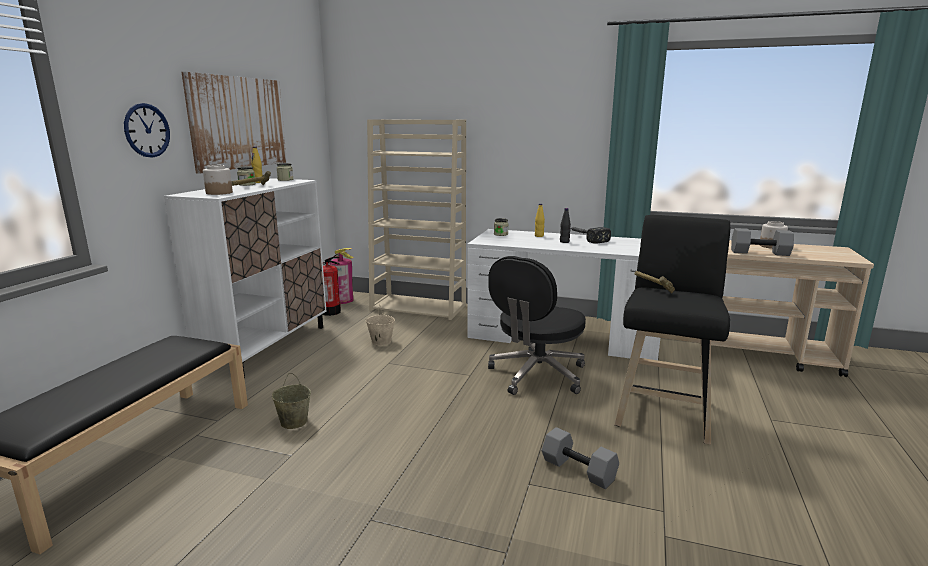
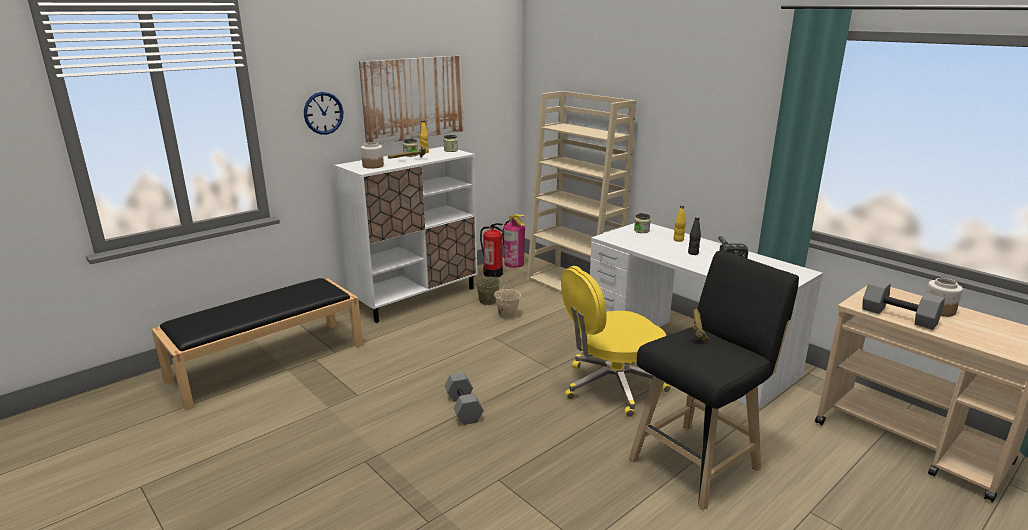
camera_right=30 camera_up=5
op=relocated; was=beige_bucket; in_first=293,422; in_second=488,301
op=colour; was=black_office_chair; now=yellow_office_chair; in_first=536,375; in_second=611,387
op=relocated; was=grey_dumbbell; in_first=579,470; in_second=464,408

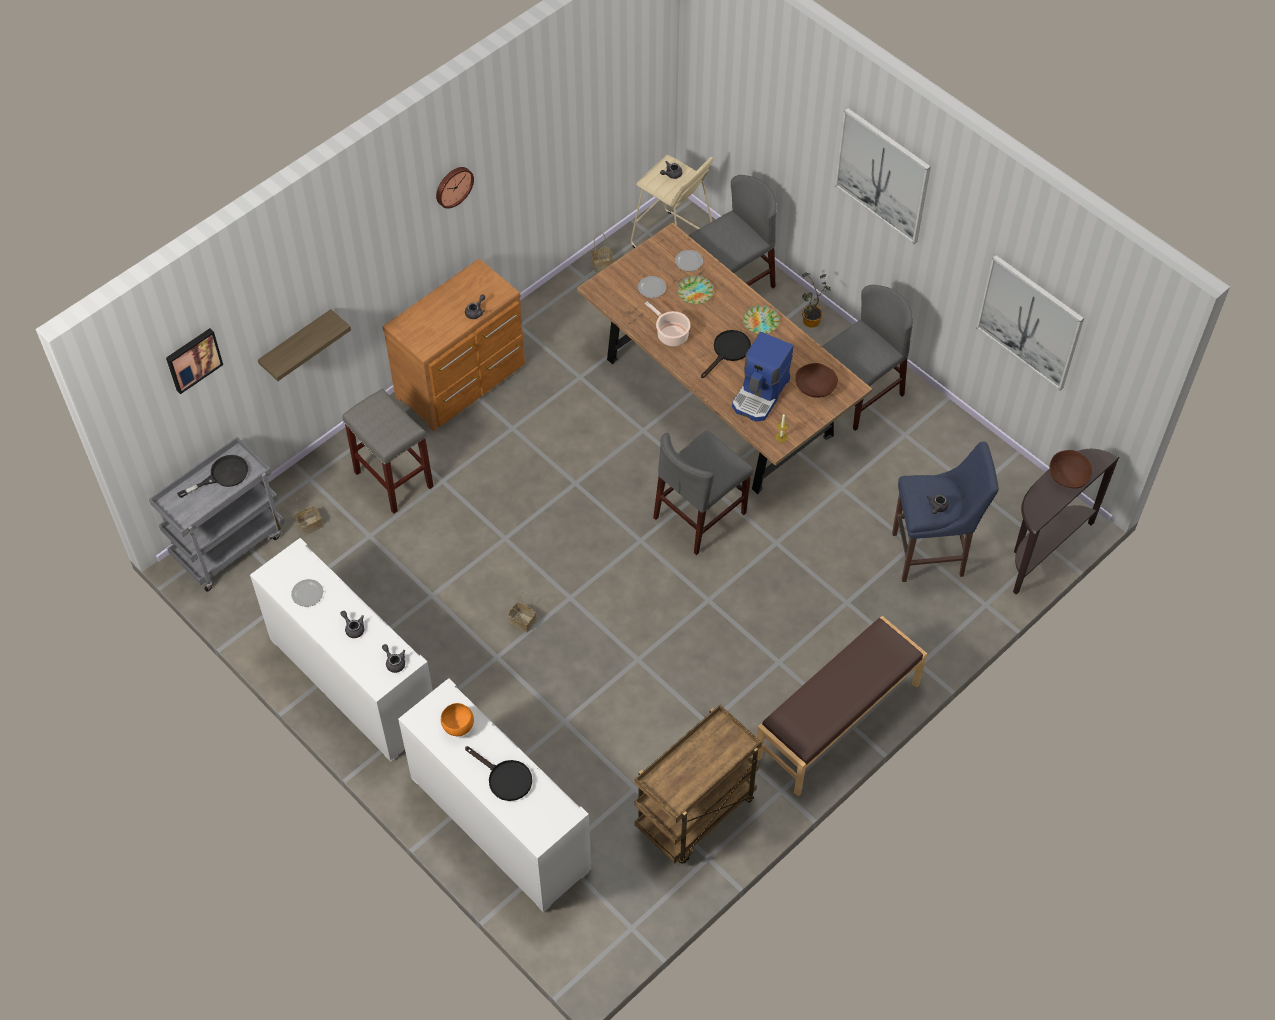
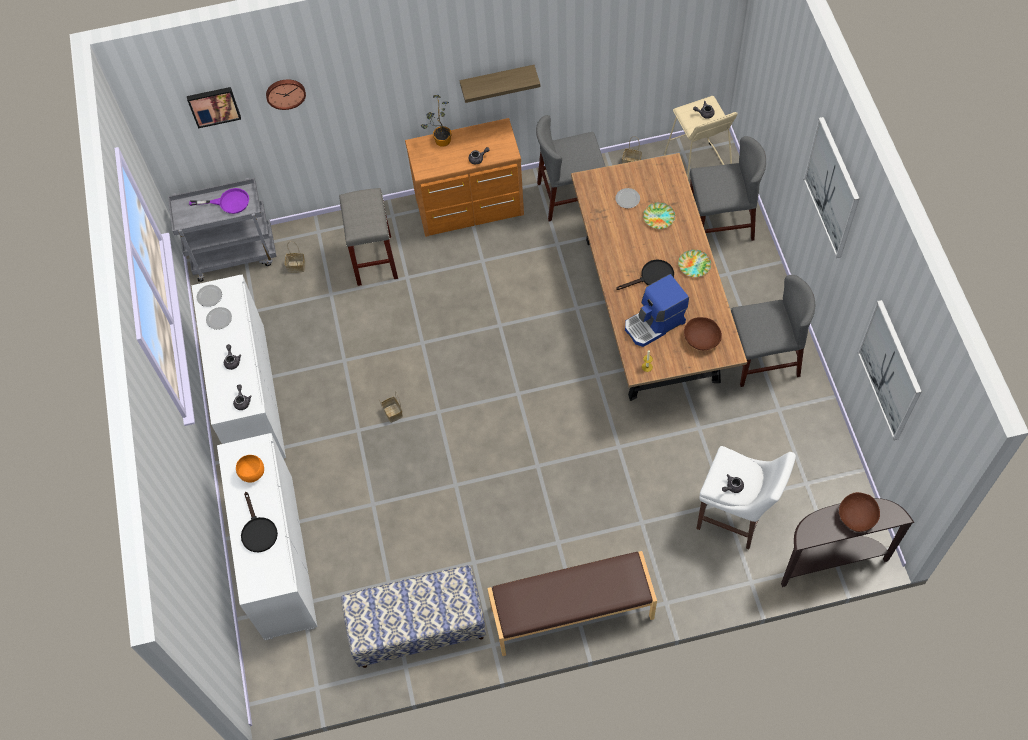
camera_right=35 camera_up=5
op=colour; was=black_frying_pan; now=purple_frying_pan; in_first=222,475; in_second=228,202
op=relocated; was=shelf; in_first=297,344; in_second=497,81
op=relocated; was=wall_clock; in_first=453,186; in_second=285,93
op=exchanged; was=brown_cart; now=bench; in_first=695,815; in_second=418,628
op=missing; was=cooking_pot; in_first=671,334
op=relocated; was=grey_chair; in_first=700,515; in_second=570,196
op=relocated; was=plate; in_first=688,262; in_second=209,296
op=relocated; was=potted_plant; in_first=810,322; in_second=440,141
op=colour; was=blue_stool; now=white_stool; in_first=932,554; in_second=735,518

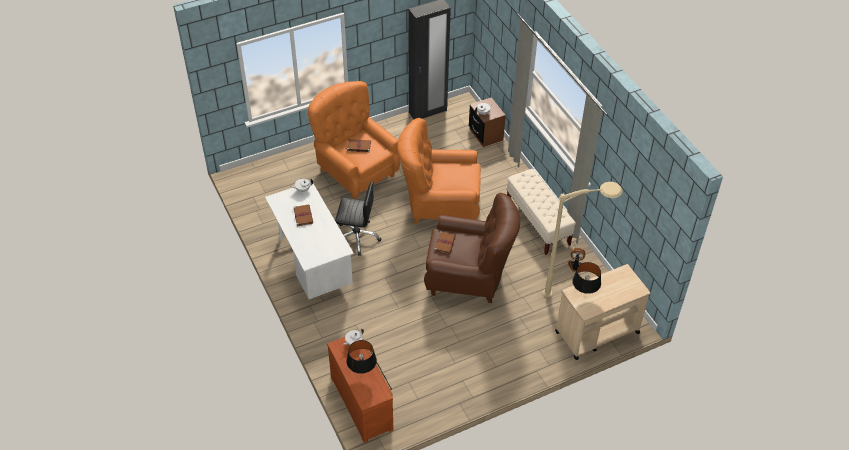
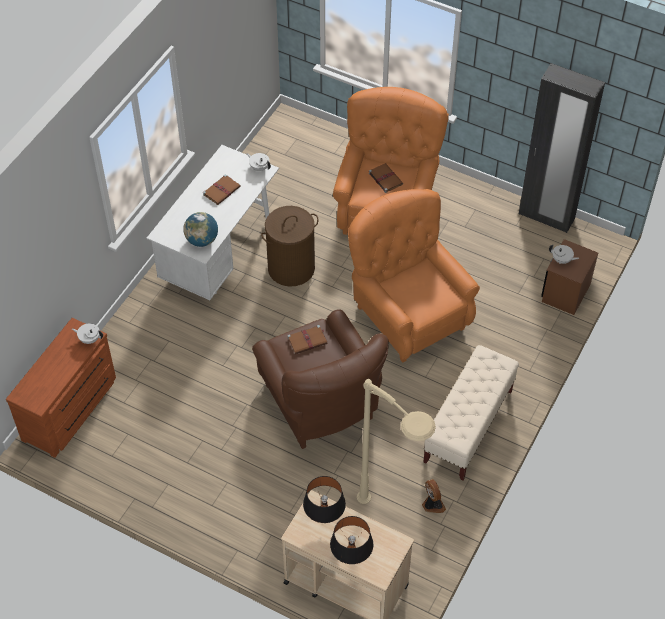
camera_right=55 camera_up=5
op=exchanged; was=black_office_chair; now=brown_laundry_basket; in_first=357,237; in_second=291,268
op=relocated; was=black_table_lamp; in_first=362,372; in_second=351,557
op=appeared; now=globe; in_second=202,240

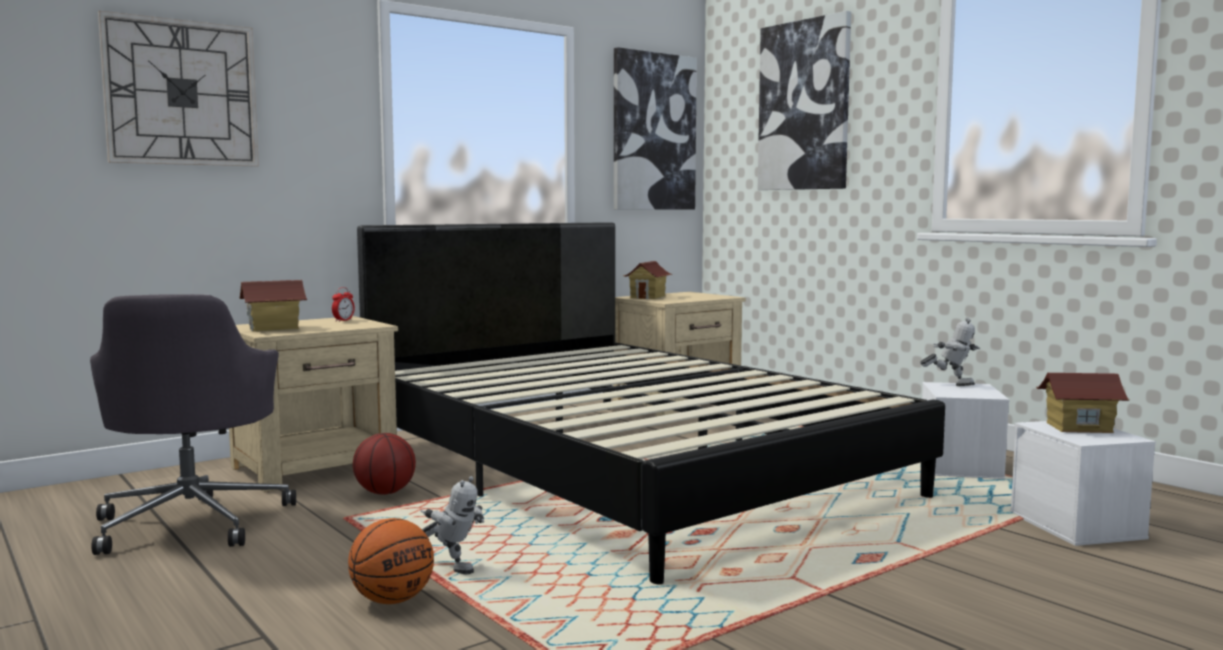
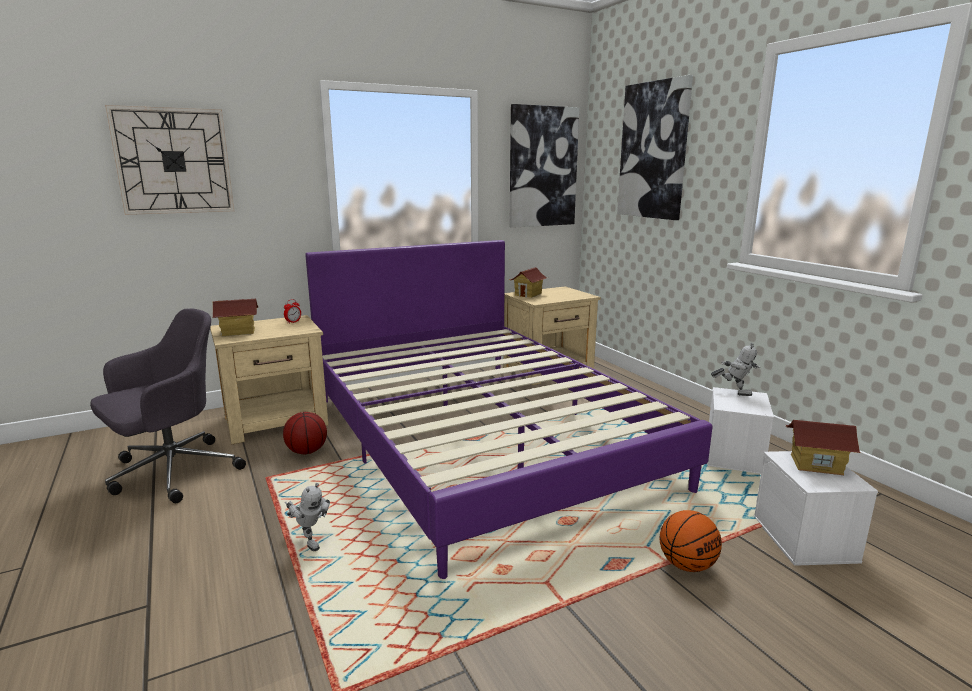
camera_right=10 camera_up=10
op=spun; was=grey_office_chair; in_first=193,522; in_second=171,472; clockwise=-135
op=relocated; was=basketball; in_first=392,600; in_second=686,565
op=colour; was=black_bed; now=purple_bed; in_first=624,469; in_second=480,438

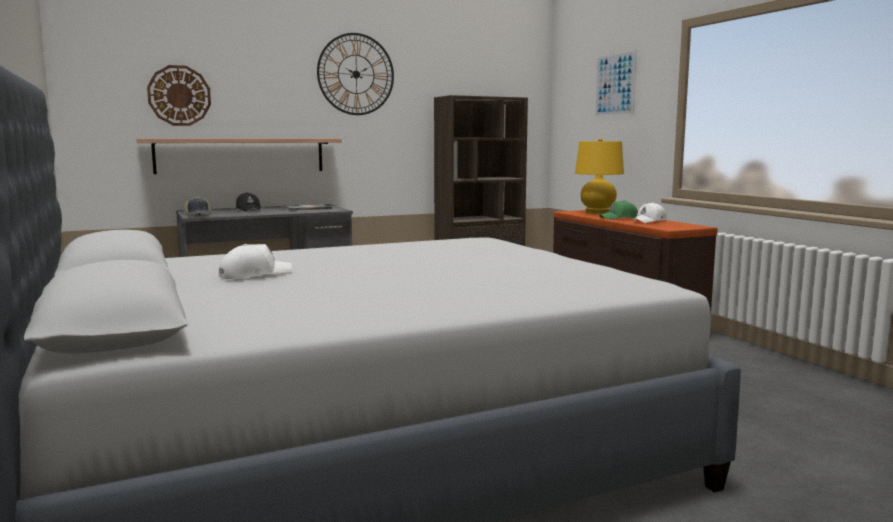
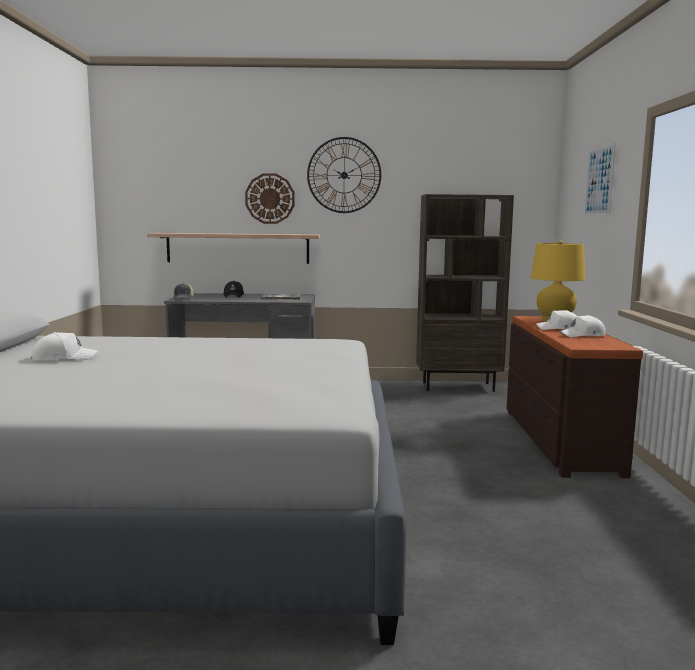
camera_right=25 camera_up=0
op=relocated; was=wall_clock; in_first=179,95; in_second=270,198
op=colour; was=green_cap; now=white_cap; in_first=620,218; in_second=560,329

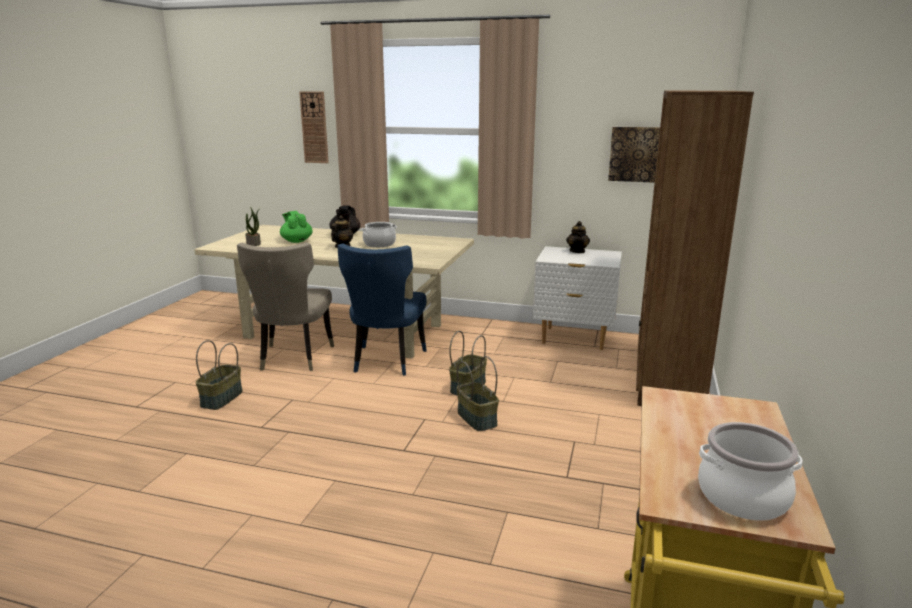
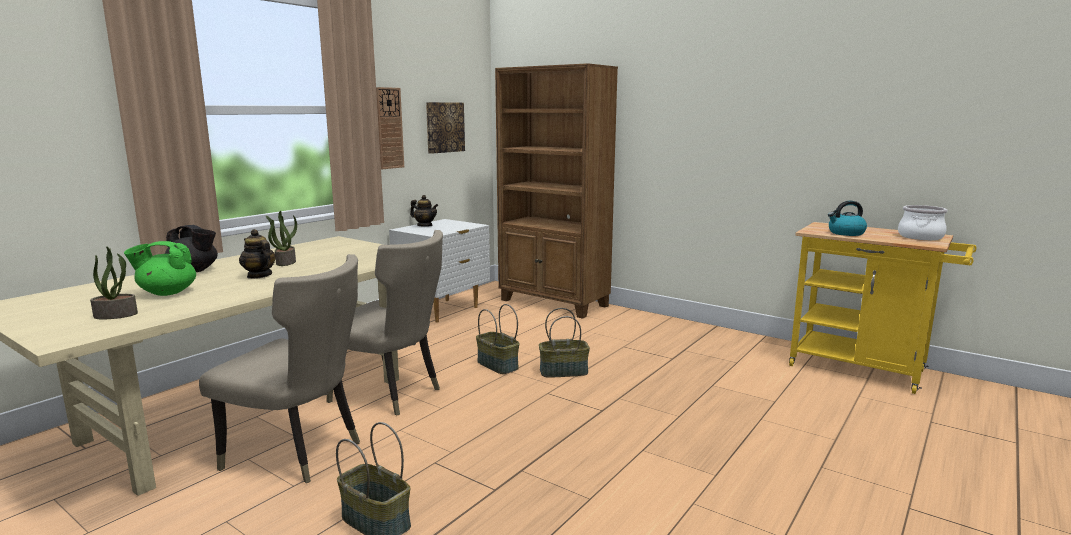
camera_right=-70 camera_up=-5
op=relocated; was=wall_clock; in_first=314,127; in_second=389,128
op=colour; was=blue_chair; now=beige_chair; in_first=386,362; in_second=390,394
op=exchanged; was=cooking_pot; now=potted_plant; in_first=379,244; in_second=285,262
op=appeared; now=kettle; in_second=845,233

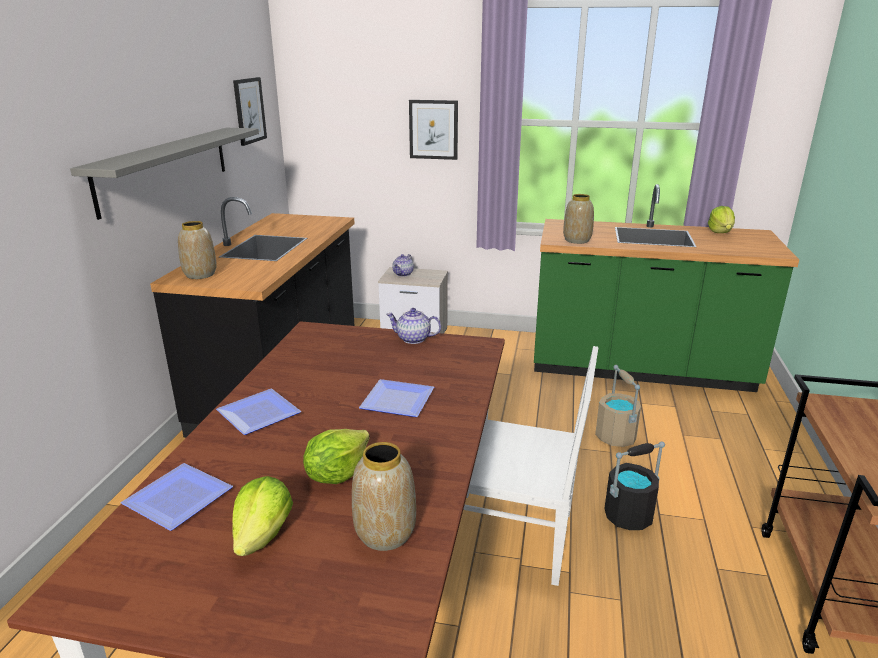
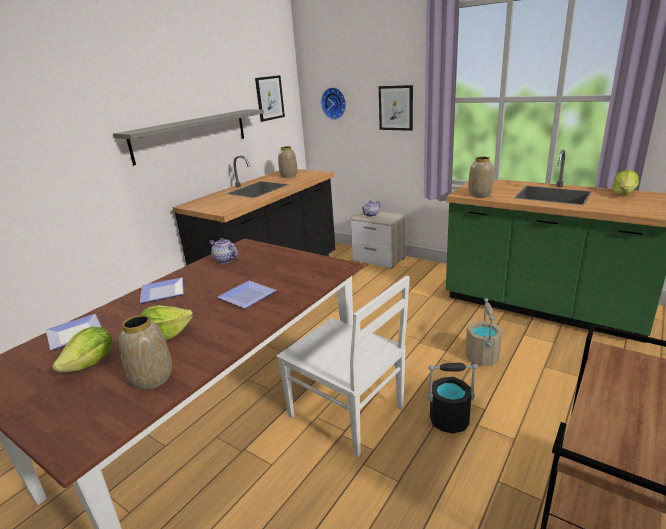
camera_right=25 camera_up=0
op=relocated; was=vase; in_first=200,274; in_second=288,176
op=relocated; was=teapot; in_first=413,339; in_second=225,260
op=appeared; now=wall_clock; in_second=334,103

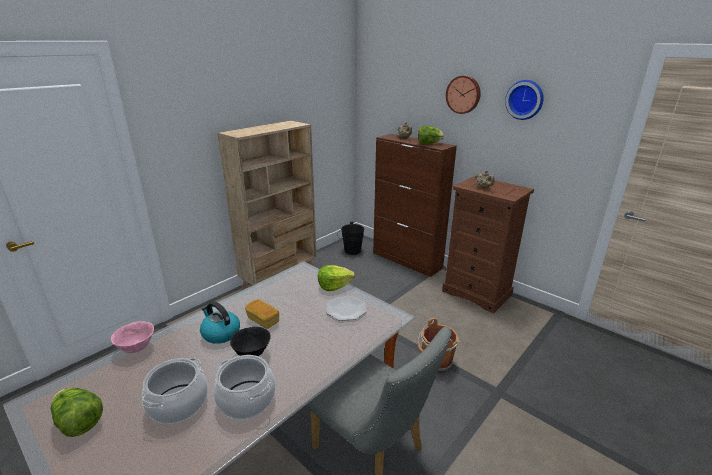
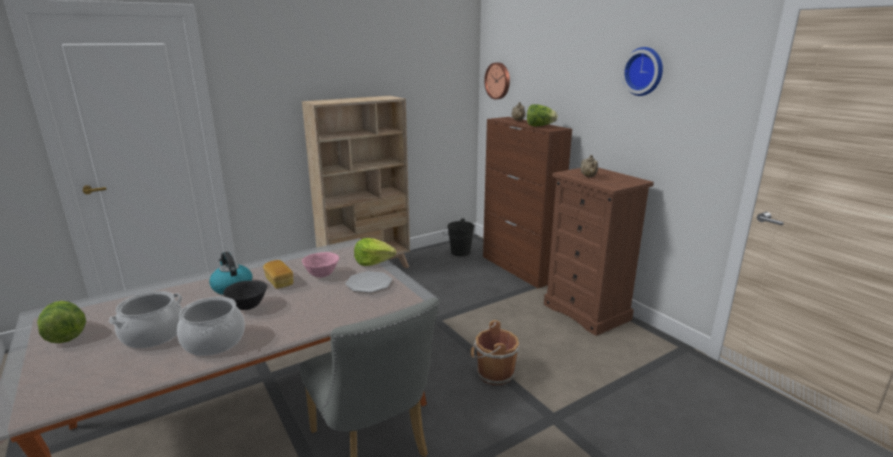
camera_right=15 camera_up=-5
op=relocated; was=pink_bowl; in_first=137,348; in_second=322,275
op=relocated; was=wall_clock; in_first=463,94; in_second=498,81

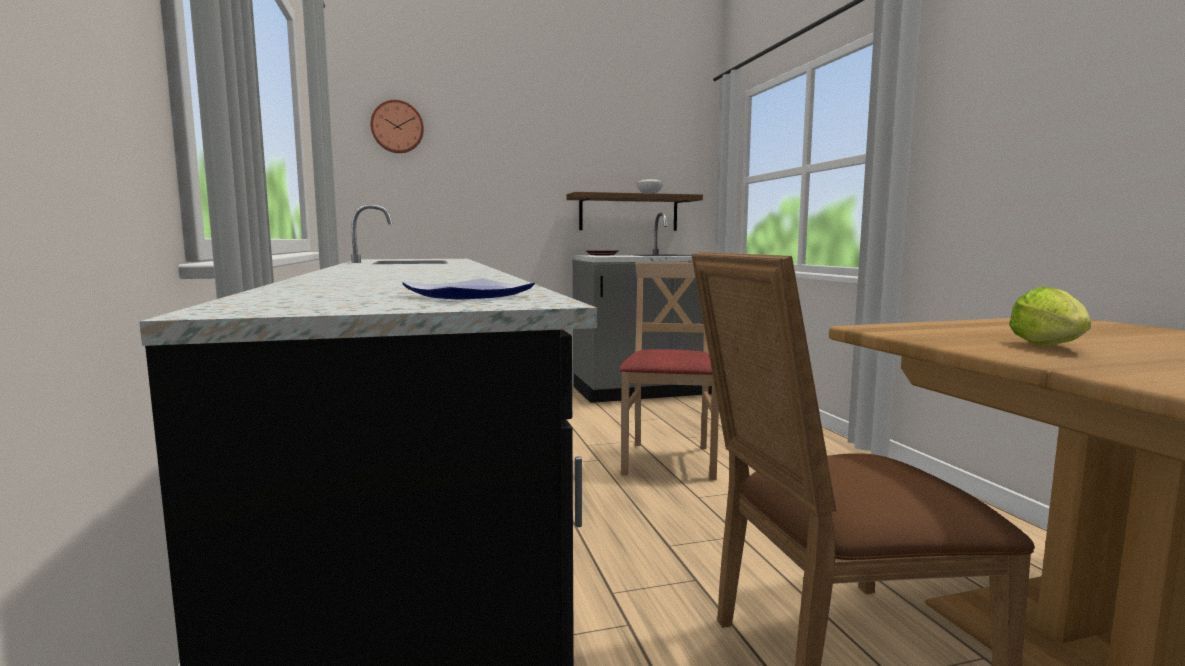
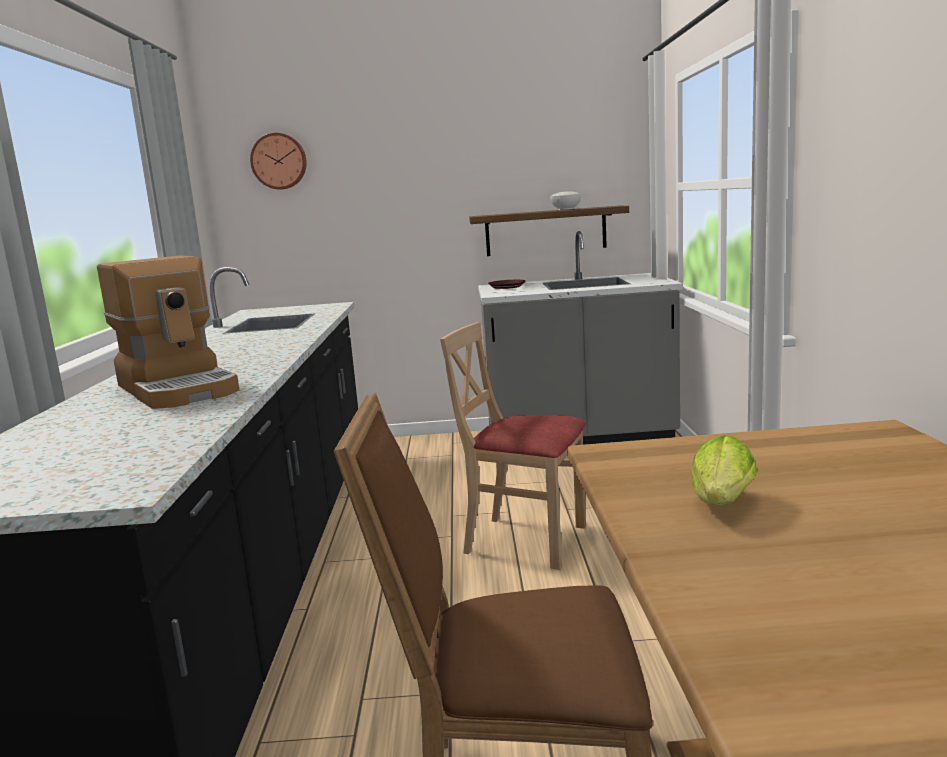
camera_right=15 camera_up=5
op=missing; was=plate; in_first=466,295
op=spun; was=beige_chair; in_first=669,460; in_second=525,540; clockwise=-90
op=appeared; now=coffee_machine; in_second=180,388

